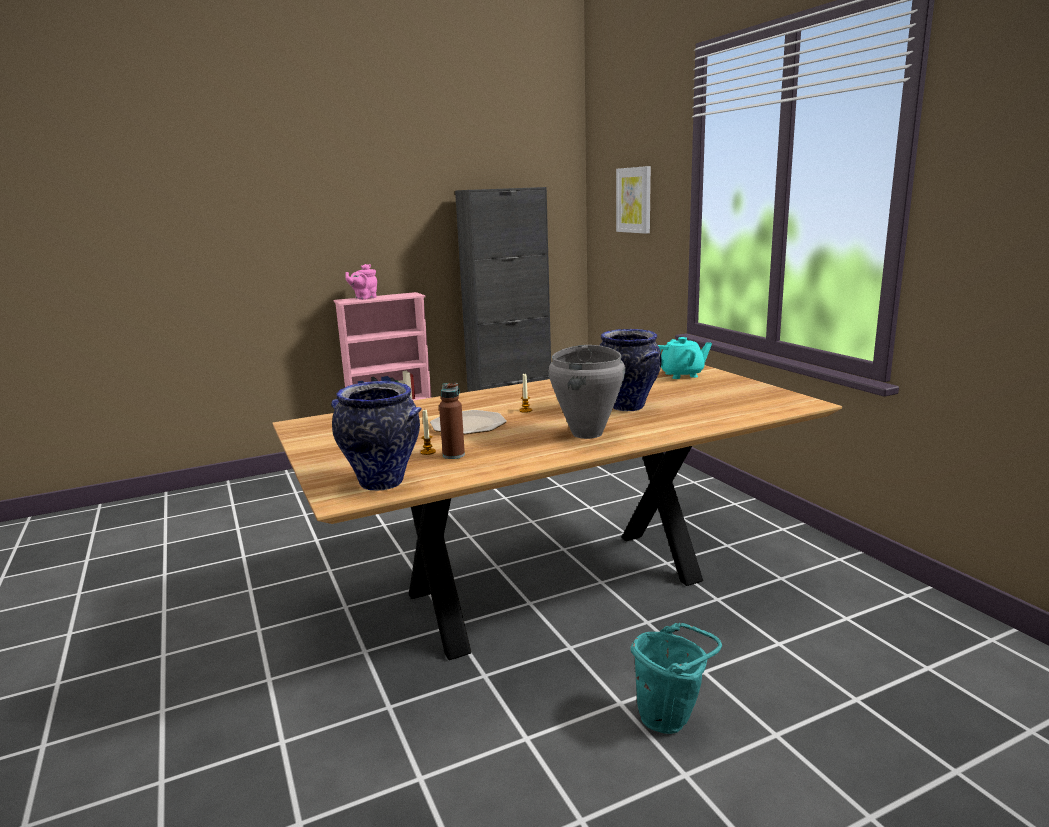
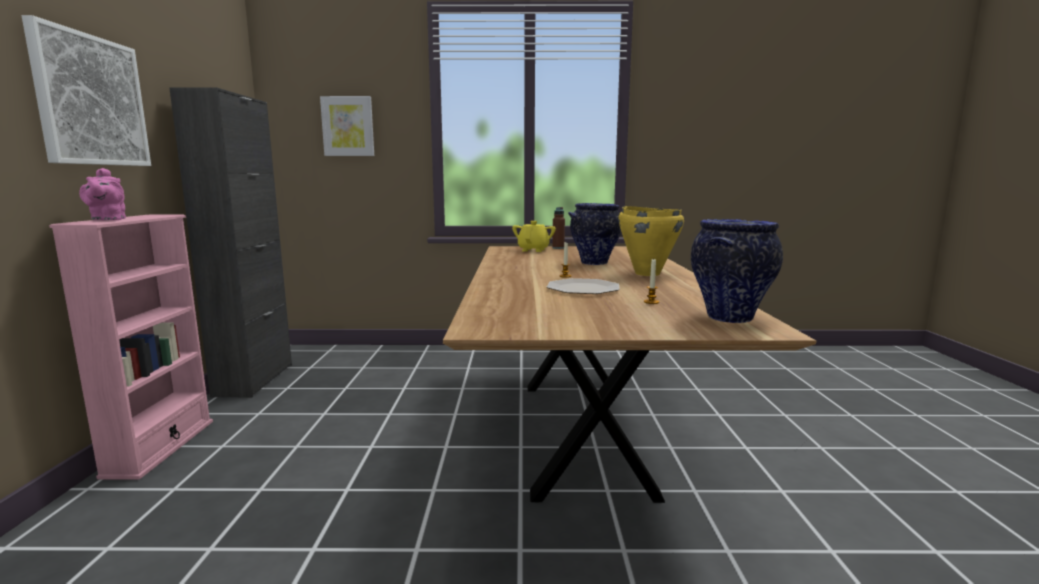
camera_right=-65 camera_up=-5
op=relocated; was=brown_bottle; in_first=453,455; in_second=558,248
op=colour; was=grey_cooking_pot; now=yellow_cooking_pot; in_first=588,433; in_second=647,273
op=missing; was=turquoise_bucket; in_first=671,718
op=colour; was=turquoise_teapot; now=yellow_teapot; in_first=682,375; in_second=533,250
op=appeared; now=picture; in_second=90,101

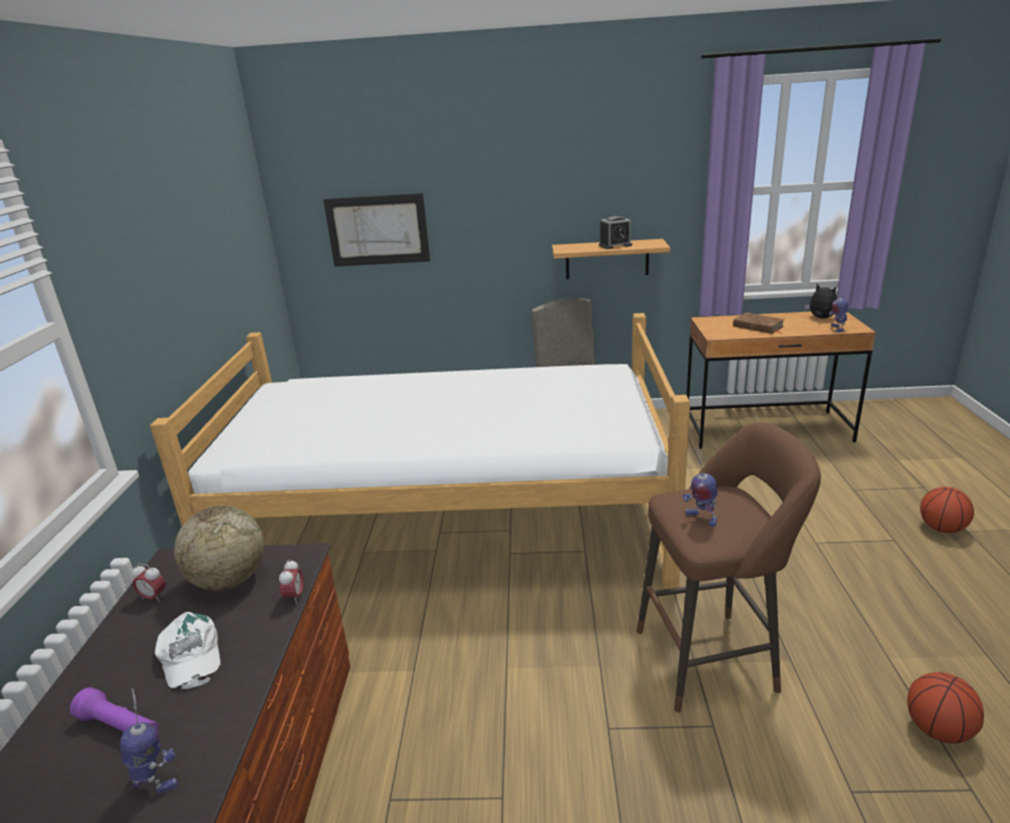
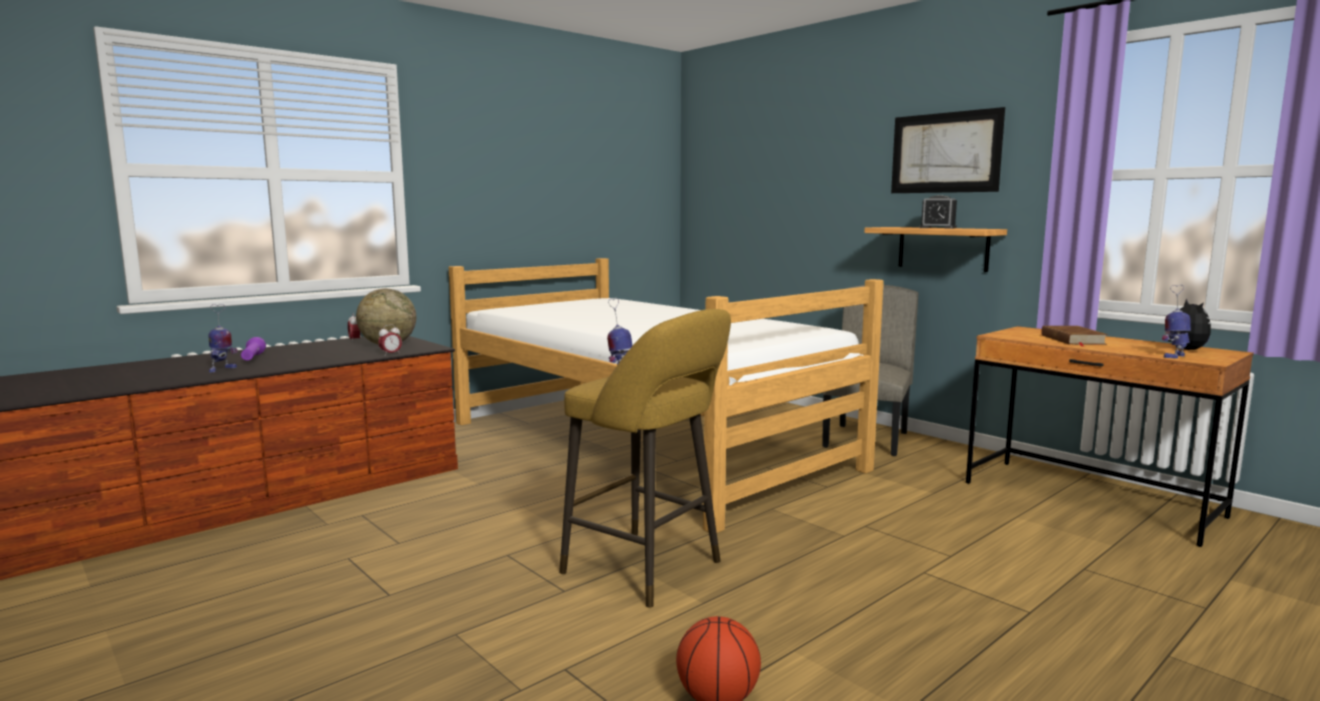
camera_right=45 camera_up=-15
op=spun; was=toy_robot; in_first=156,781; in_second=222,369; clockwise=45
op=missing; was=white_cap; in_first=189,656
op=relocated; was=picture; in_first=377,230; in_second=945,153
op=colour; was=brown_stool; now=yellow_stool; in_first=713,658; in_second=649,570
op=missing; was=basketball; in_first=941,528

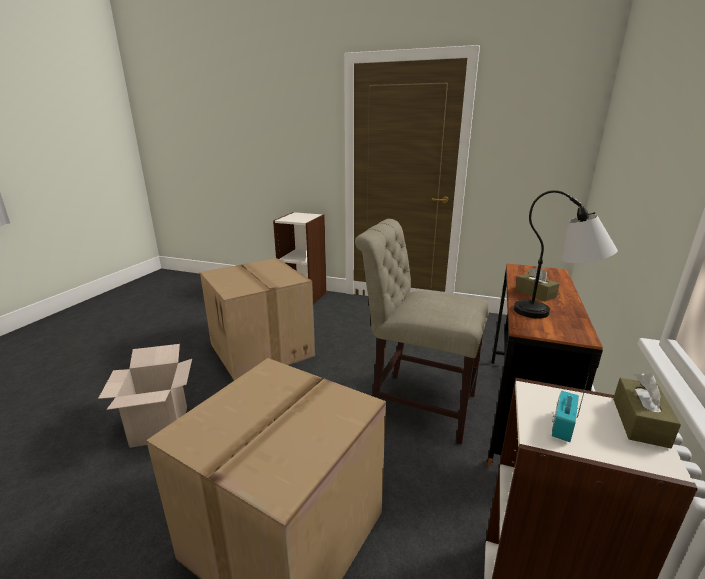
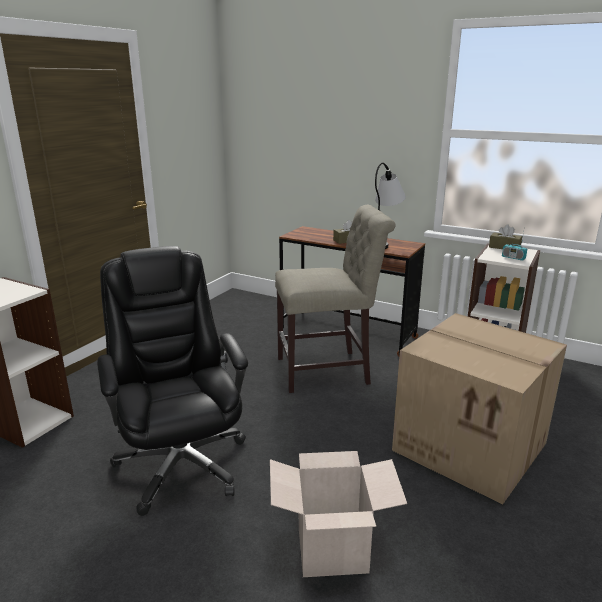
camera_right=-80 camera_up=0
op=exchanged; was=cardboard_box; now=black_office_chair; in_first=263,350; in_second=181,463
op=spun; was=beige_chair; in_first=417,403; in_second=328,370; clockwise=-135

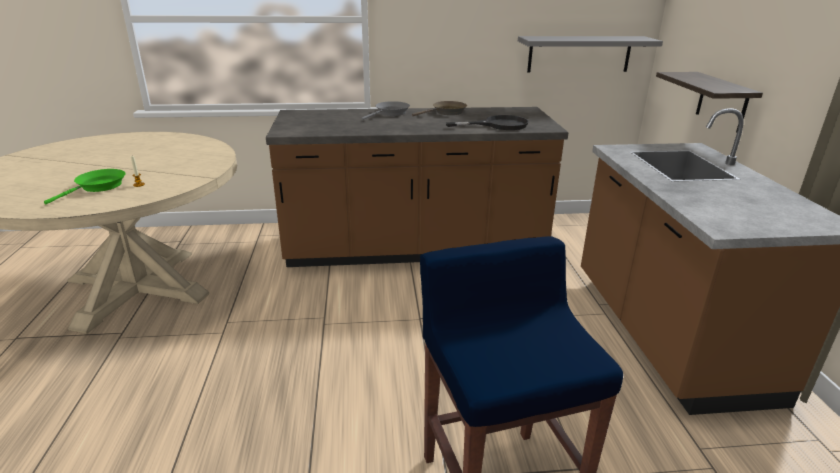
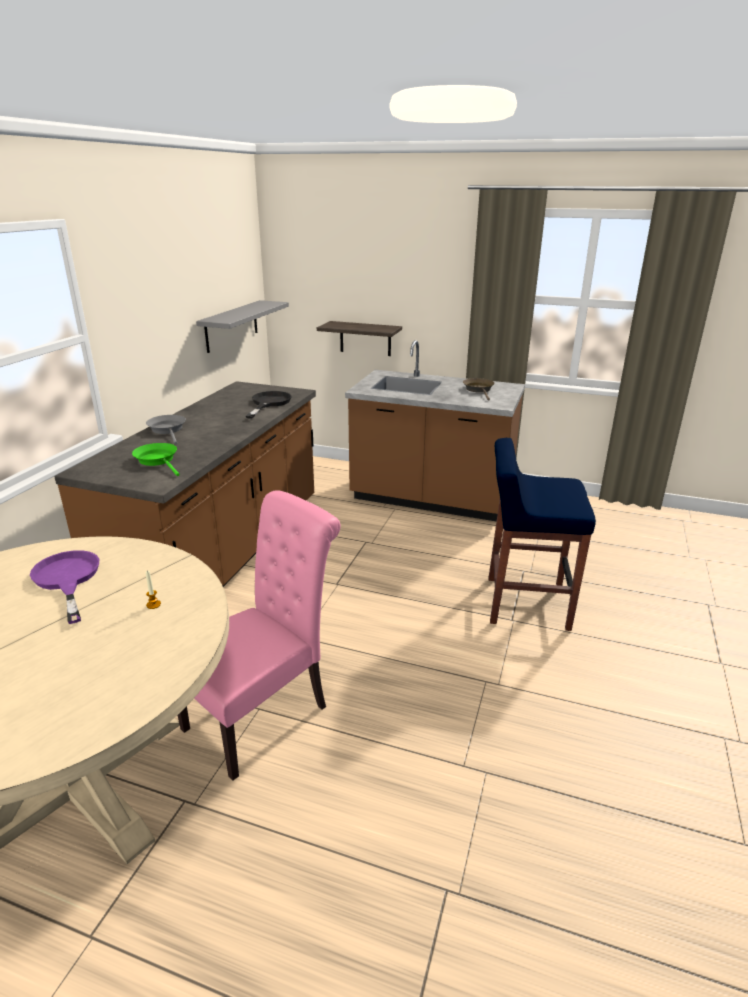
camera_right=-65 camera_up=0
op=relocated; was=green_frying_pan; in_first=98,187; in_second=158,460
op=relocated; was=brown_frying_pan; in_first=446,112; in_second=479,390
op=appeared; now=purple_frying_pan; in_second=67,579
op=appeared; now=pink_chair; in_second=264,713

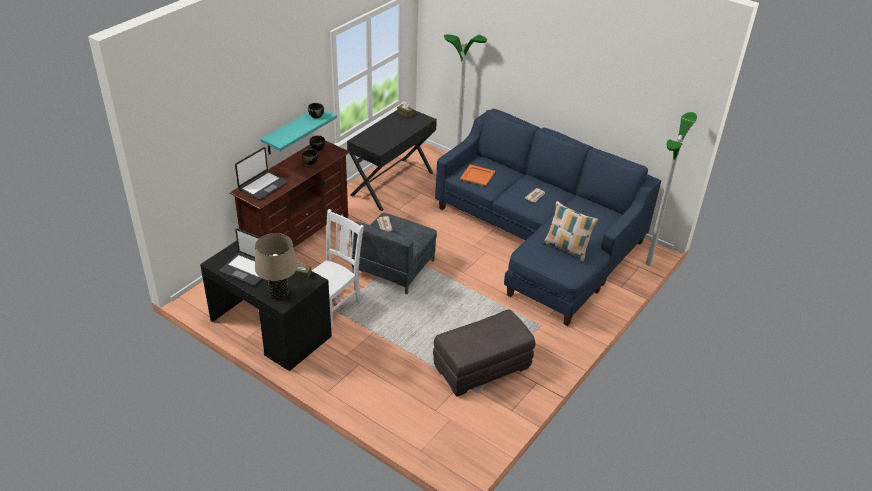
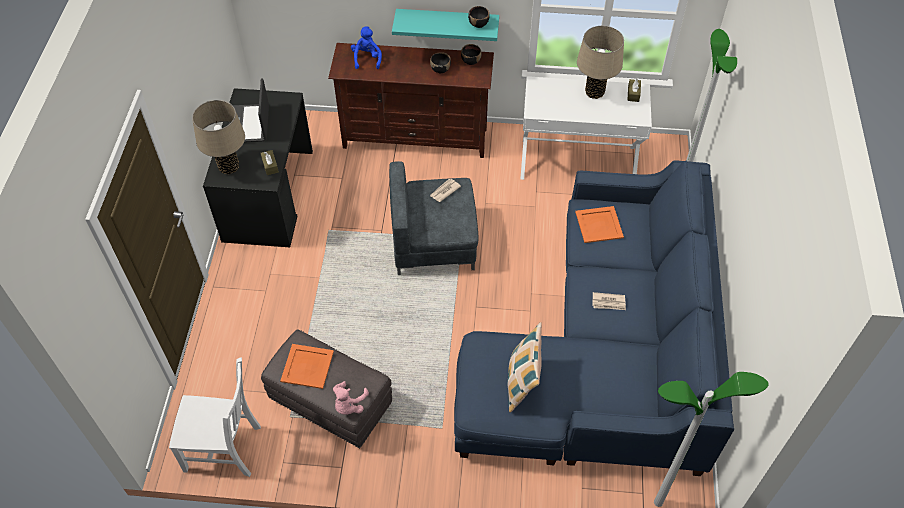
camera_right=60 camera_up=15
op=exchanged; was=laptop; now=blue_plush_toy; in_first=262,186; in_second=367,58
op=relocated; was=white_chair; in_first=333,305; in_second=225,449
op=colour; was=black_desk; now=white_desk; in_first=392,183; in_second=578,161
op=appeared; now=orange_tray; in_second=307,366
op=appeared; now=pink_plush_toy; in_second=349,405
op=appeared; now=beige_table_lamp; in_second=594,92

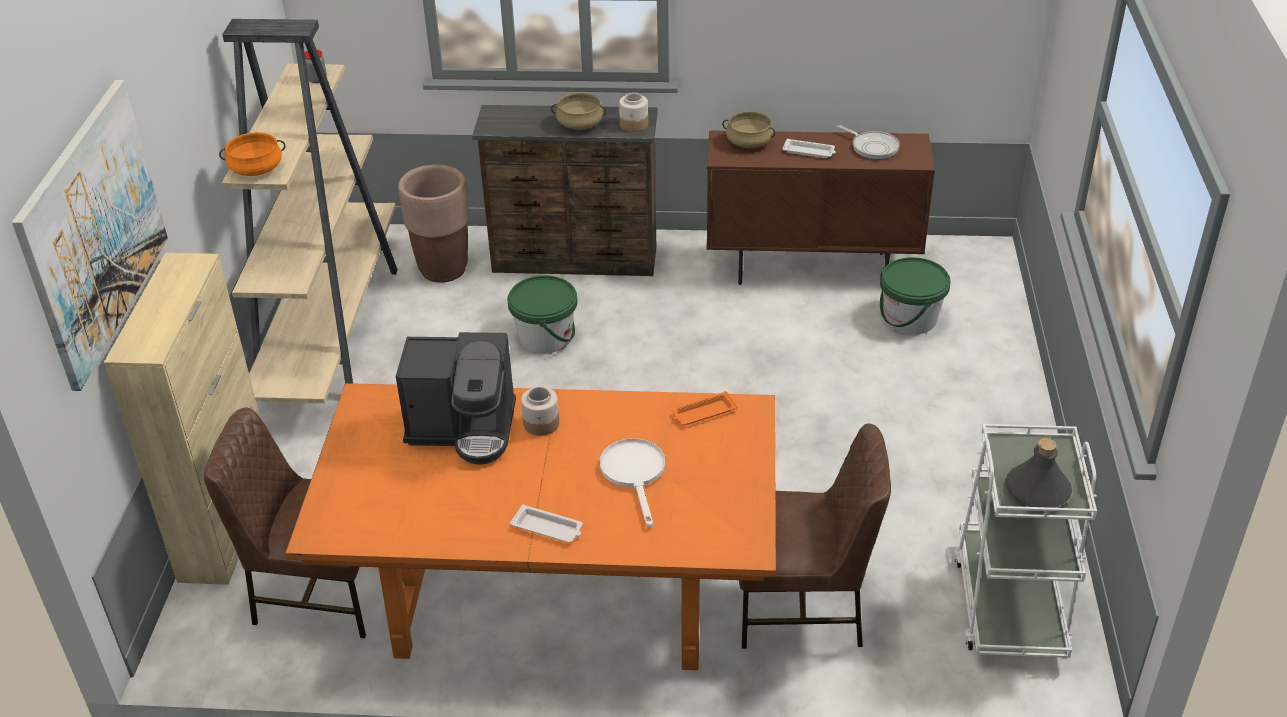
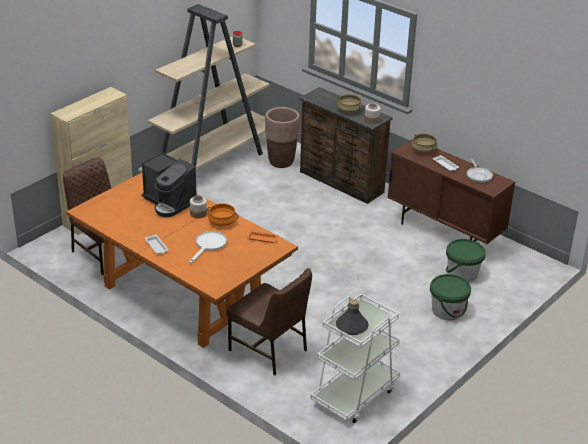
camera_right=35 camera_up=-5
op=missing; was=picture; in_first=93,231
op=relocated; was=orange_cooking_pot; in_first=256,169; in_second=222,222
op=relocated; was=green_bucket; in_first=545,337; in_second=447,310

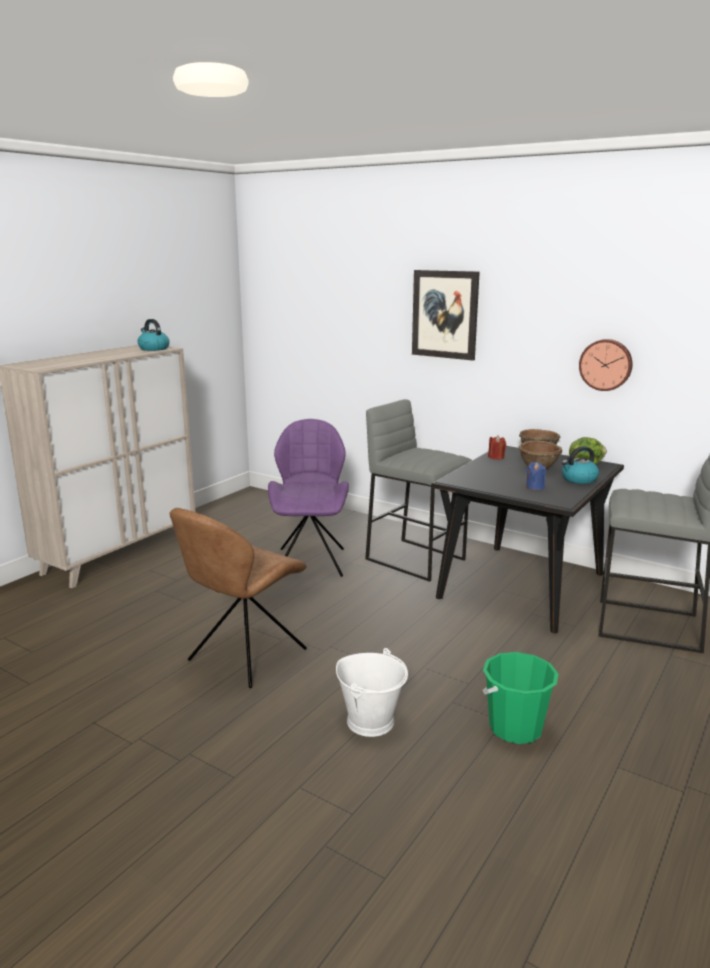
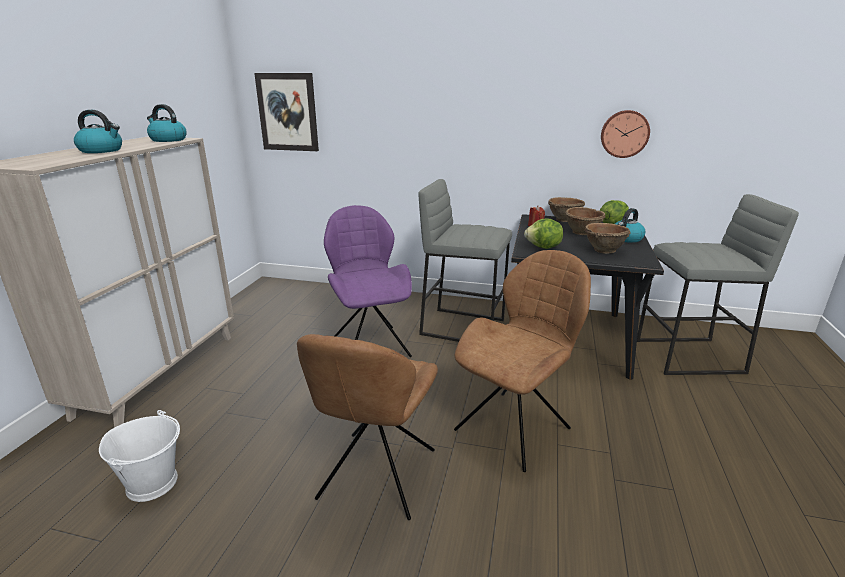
camera_right=-20 camera_up=5
op=relocated; was=white_bucket; in_first=371,721; in_second=153,483
op=relocated; was=picture; in_first=445,314; in_second=287,112
op=missing; was=green_bucket; in_first=515,728
op=exchanged; was=blue_candle; now=brown_bowl; in_first=535,487; in_second=603,250
op=appeared; now=kettle; in_second=102,150
op=appeared; now=brown_chair; in_second=515,427
op=appeared; now=lettuce; in_second=543,248

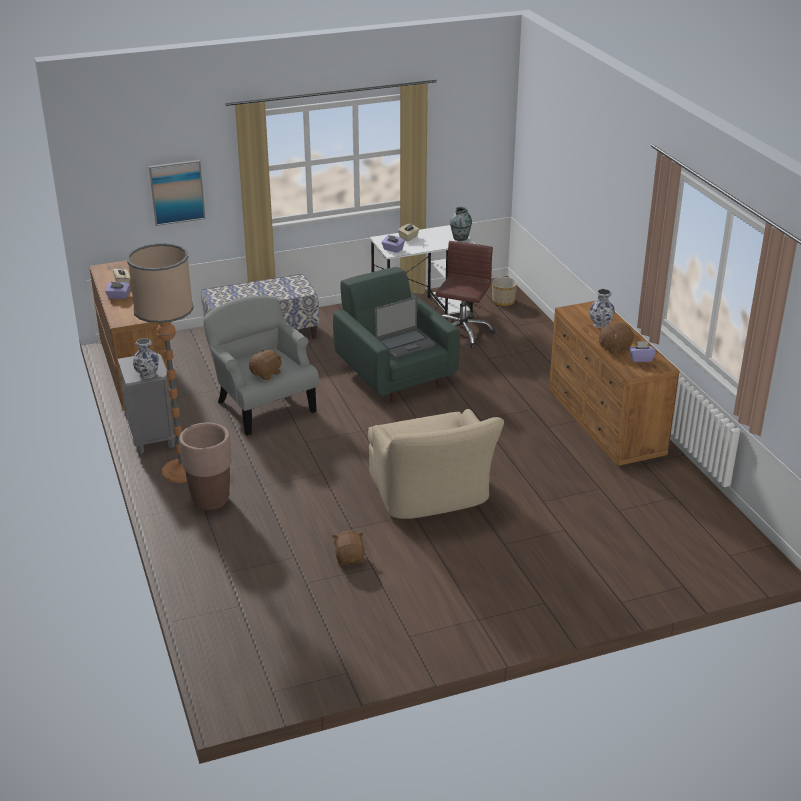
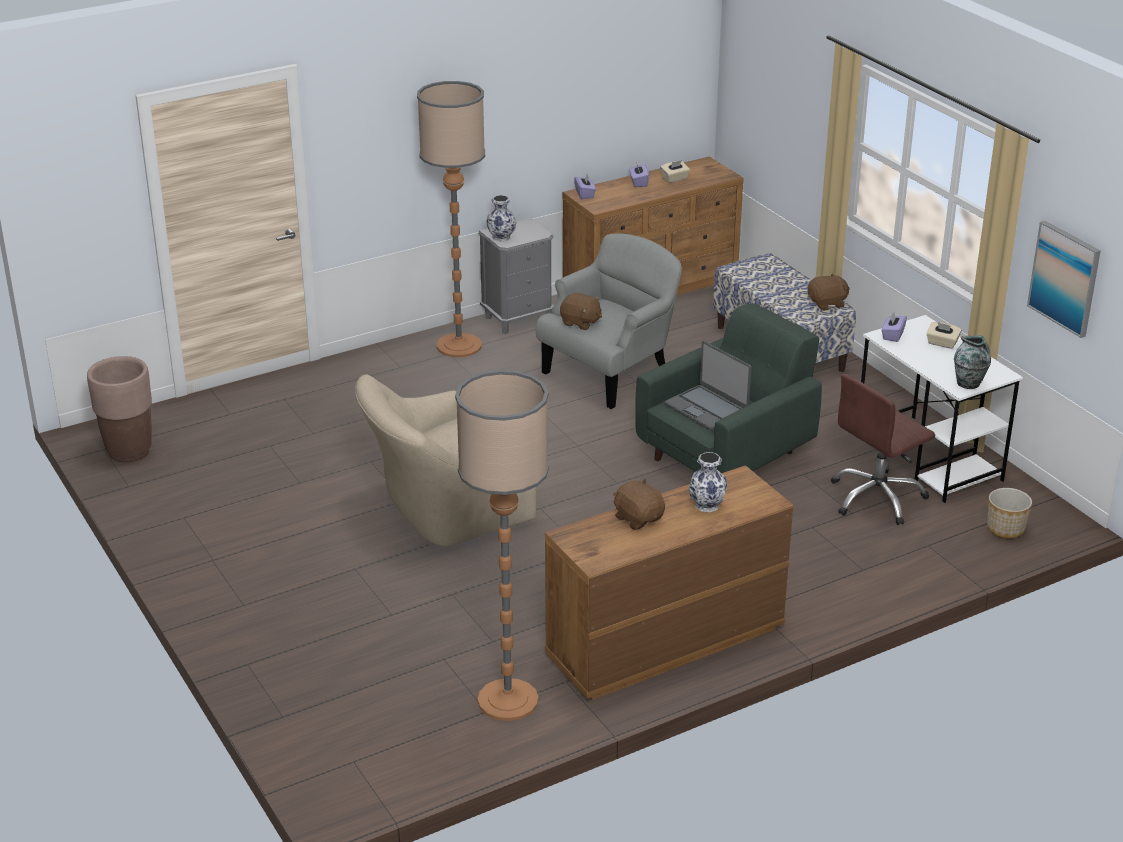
camera_right=80 camera_up=0
op=relocated; was=picture; in_first=177,192; in_second=1065,278
op=relocated; was=brown_planter; in_first=211,500; in_second=129,452
op=relocated; was=brown_plush_toy; in_first=350,558; in_second=827,304
op=spun; was=brown_office_chair; in_first=462,333; in_second=877,498; clockwise=135
op=relocated; was=purple_tissue_box; in_first=641,359; in_second=585,194
op=appeared; now=floor_lamp; in_second=508,700

